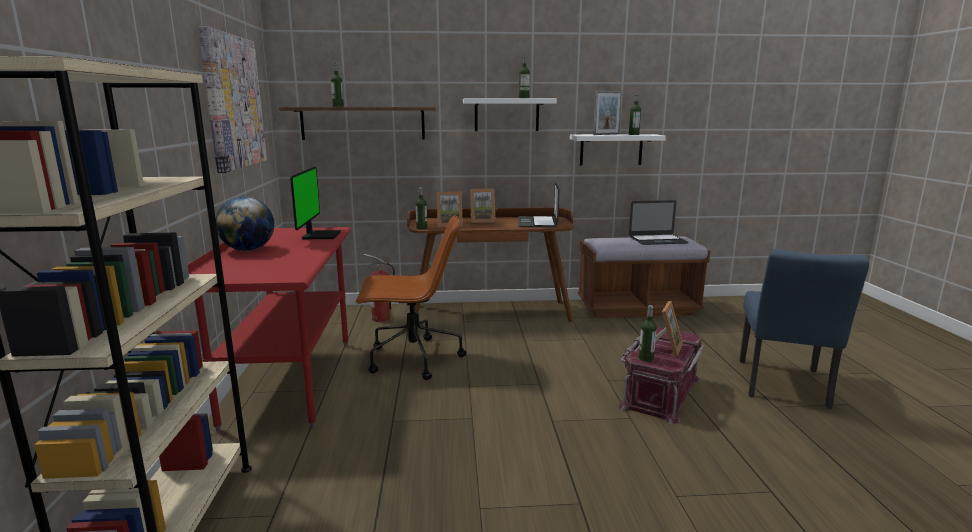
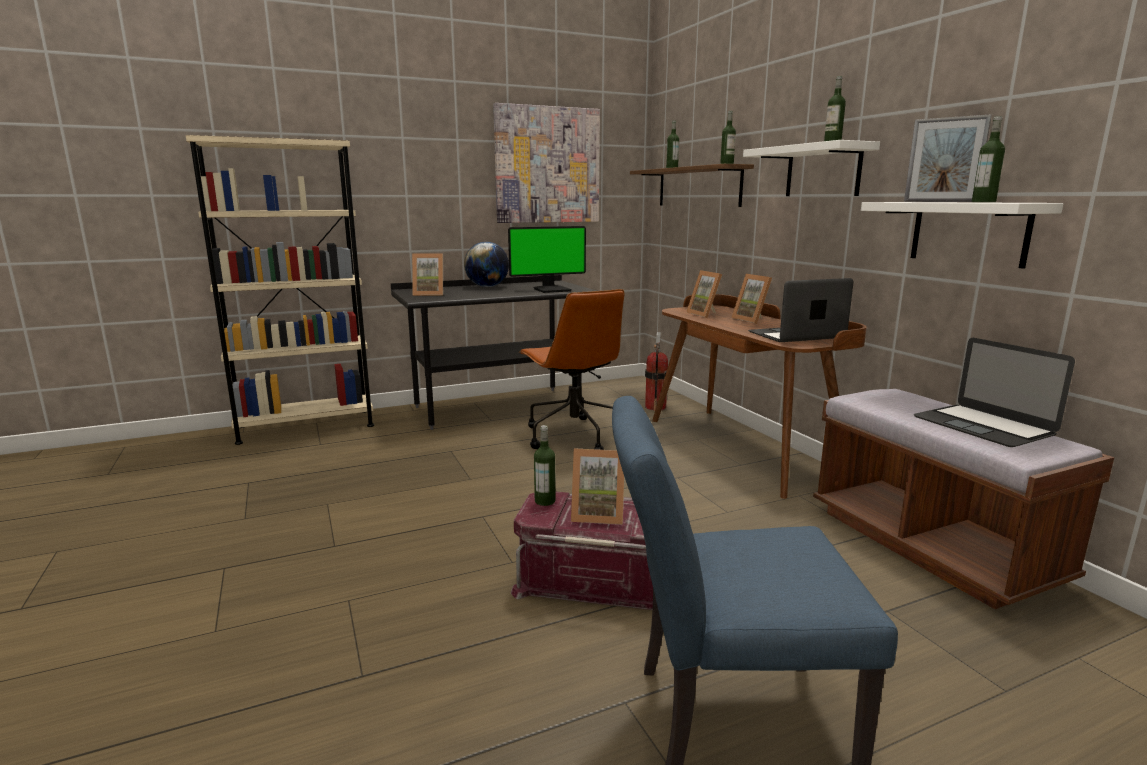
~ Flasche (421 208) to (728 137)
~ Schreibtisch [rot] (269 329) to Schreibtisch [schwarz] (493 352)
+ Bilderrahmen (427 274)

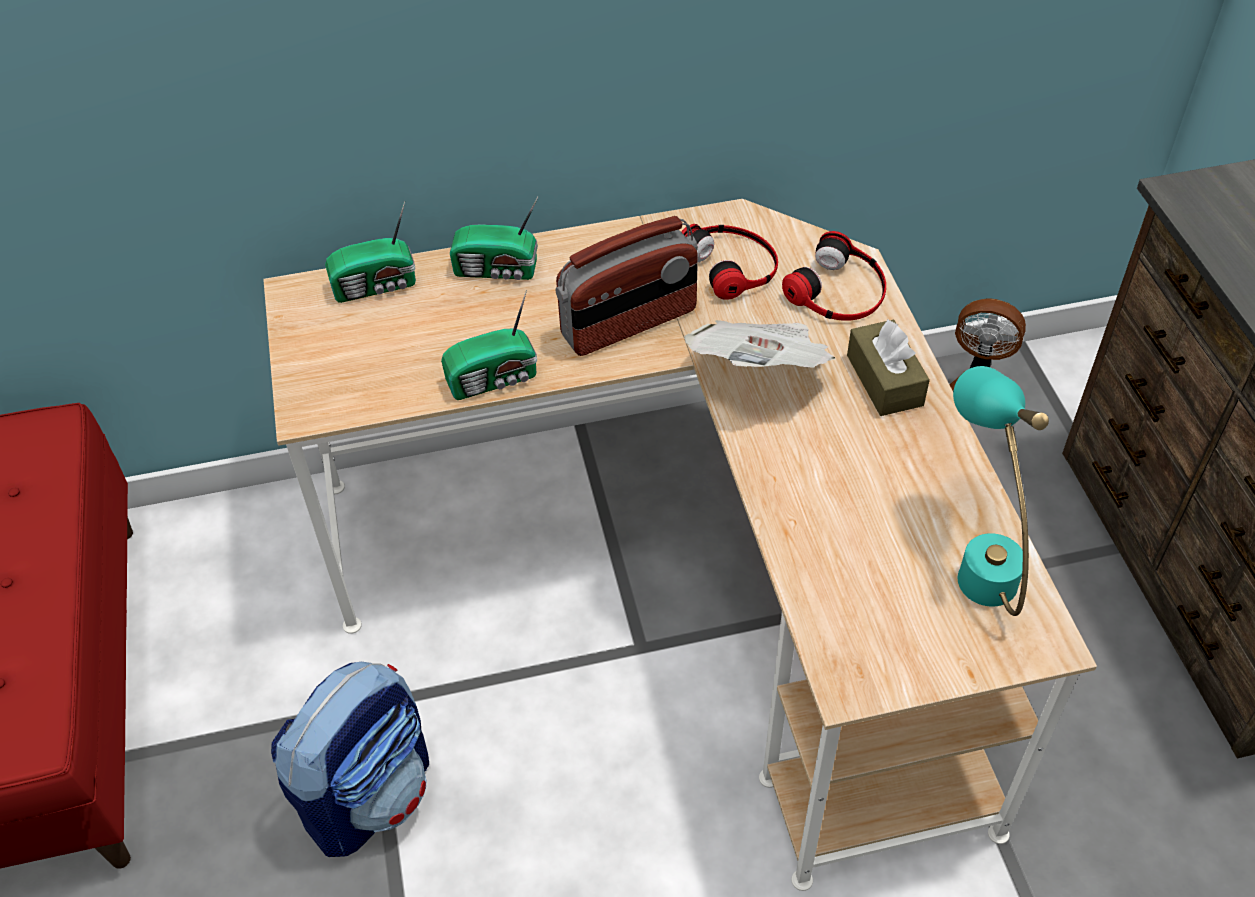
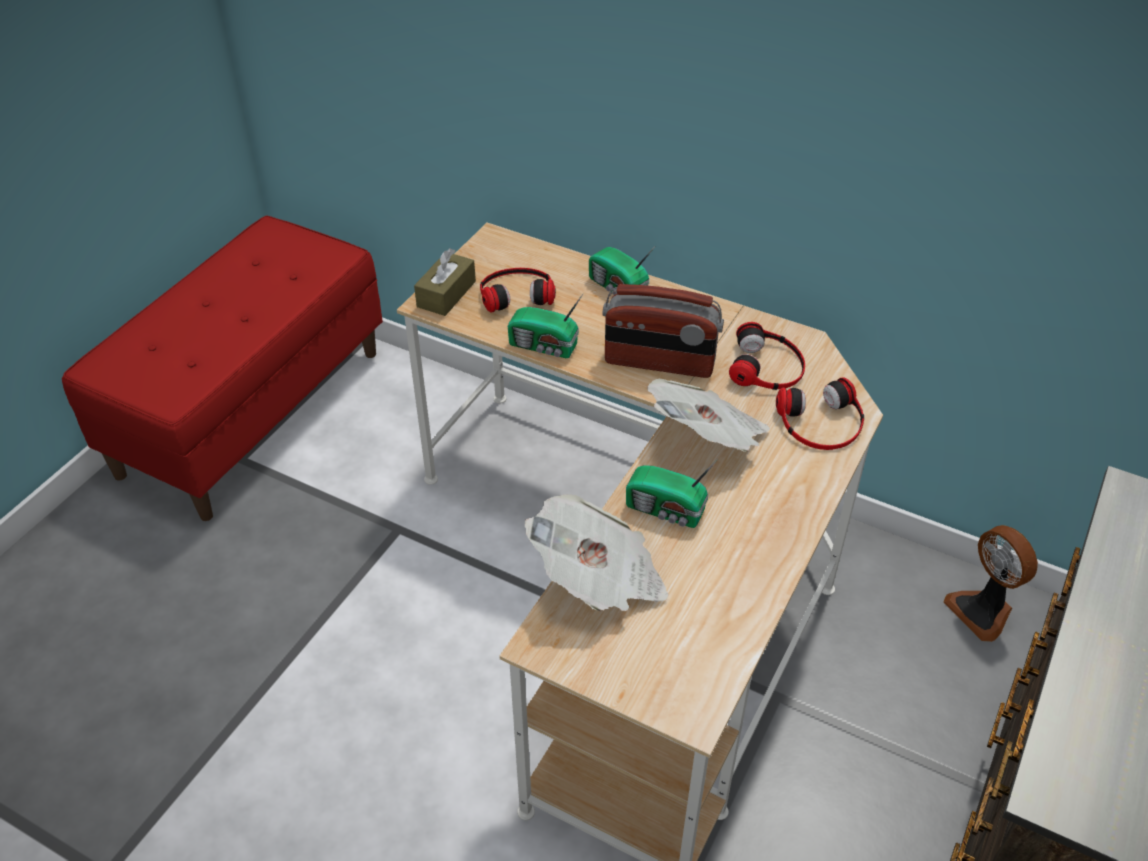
~ Radio (370 252) to (672 493)
~ Taschentuchbox [braun] (888 367) to (445 282)
- Tischlampe [türkis] (1001 491)
- Rucksack (350 759)
+ Kopfhörer (518 290)
+ Zeitung (597 552)

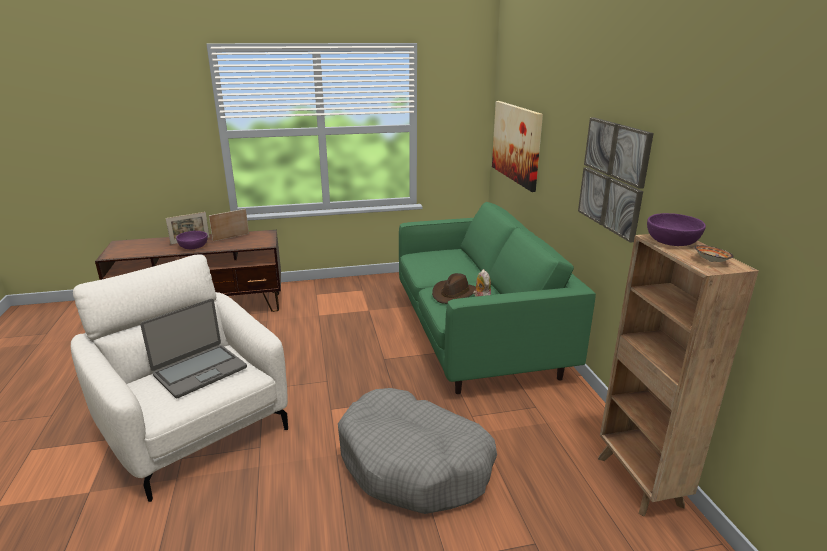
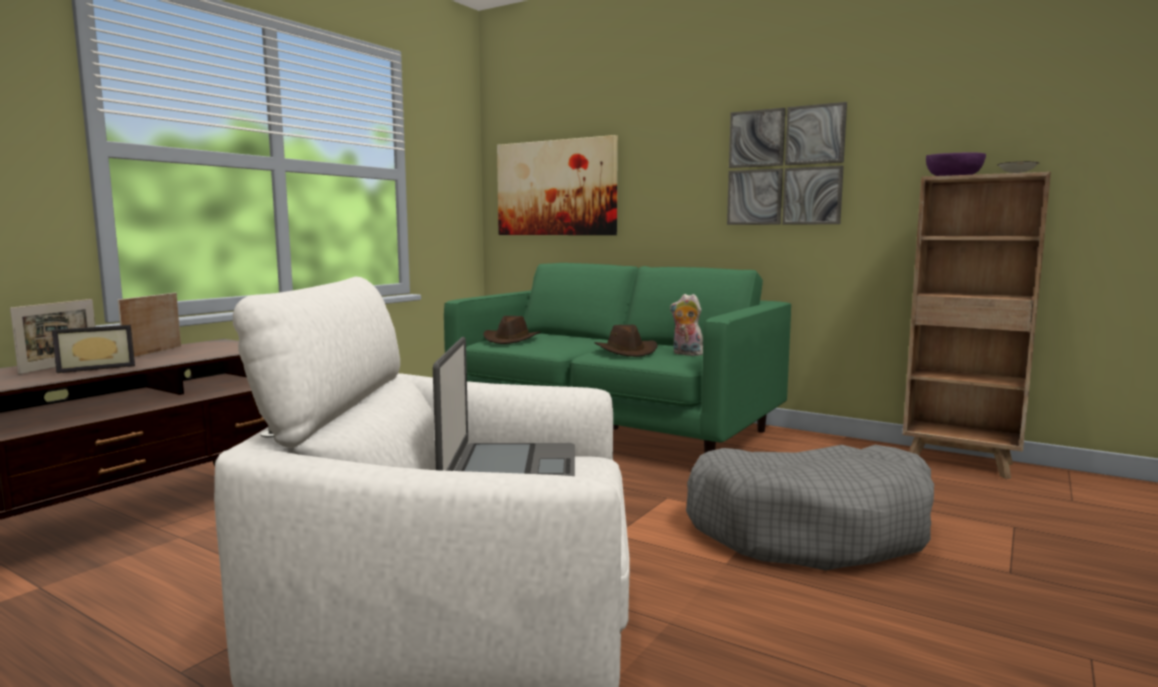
~ Schüssel [lila] (192 240) to Bilderrahmen (93 349)
+ Hut [braun] (511 330)

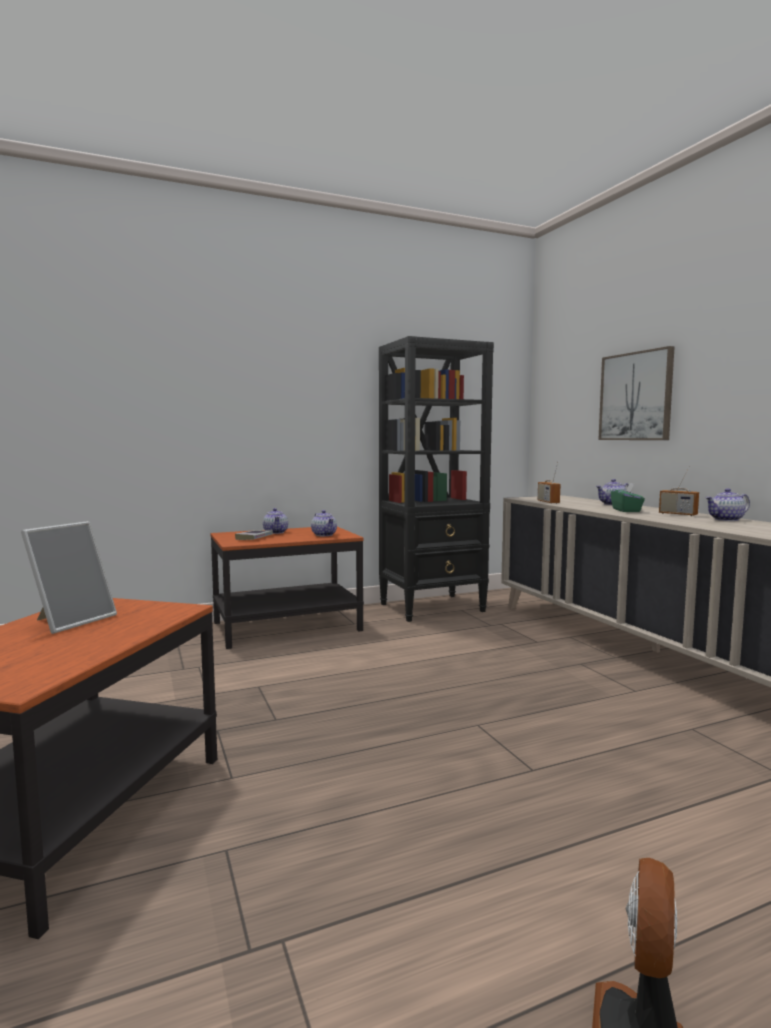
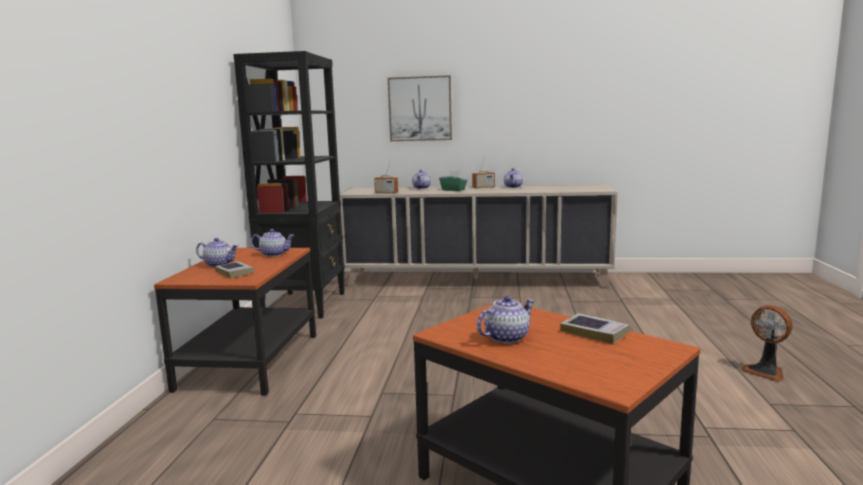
~ Bilderrahmen (69 577) to Teekanne (506 320)
+ Buch (595 328)

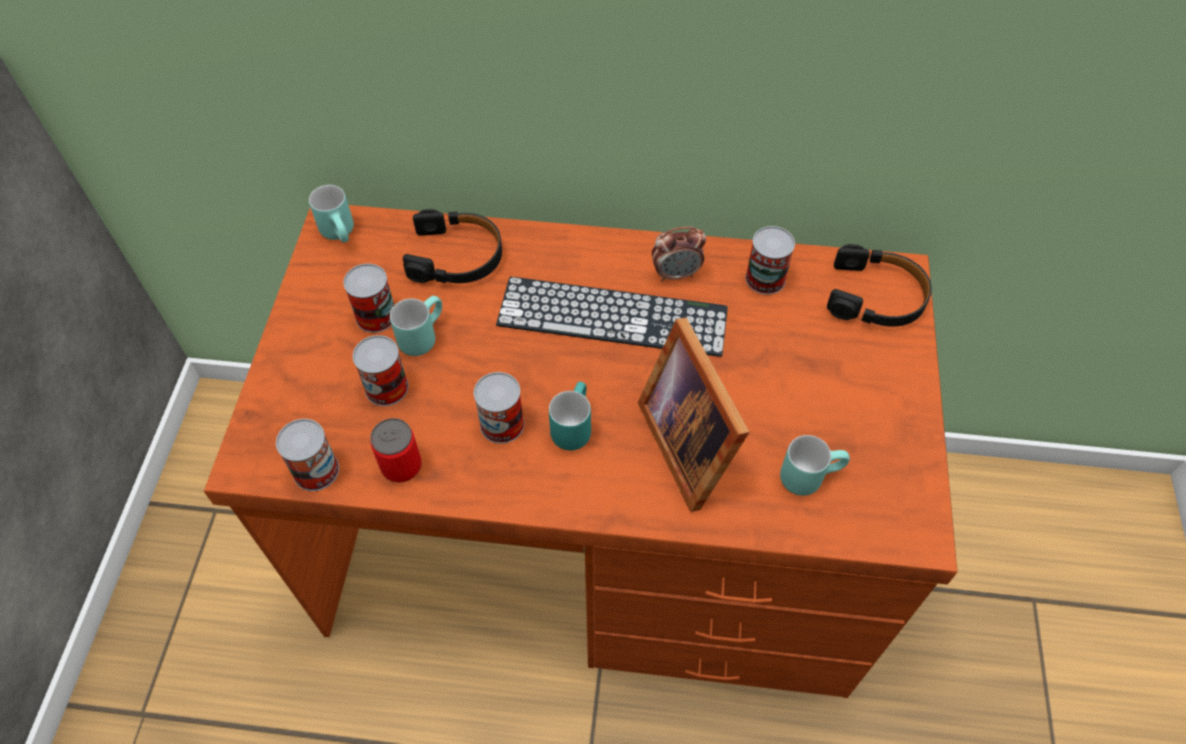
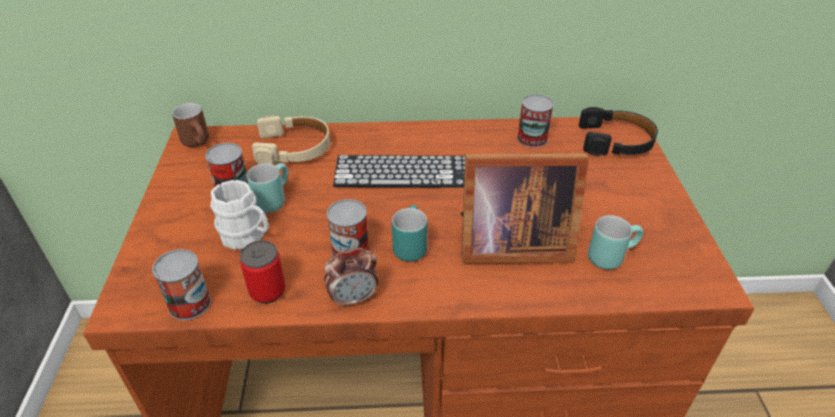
~ Henkelbecher [türkis] (331 213) to Henkelbecher [braun] (190 125)
~ Kopfhörer [schwarz] (452 246) to Kopfhörer [beige] (291 140)
~ Wecker (679 254) to (351 278)
~ Bilderrahmen (693 415) = (525 208) 60 degrees counterclockwise
~ Dose (380 370) to Henkelbecher [weiß] (240 215)

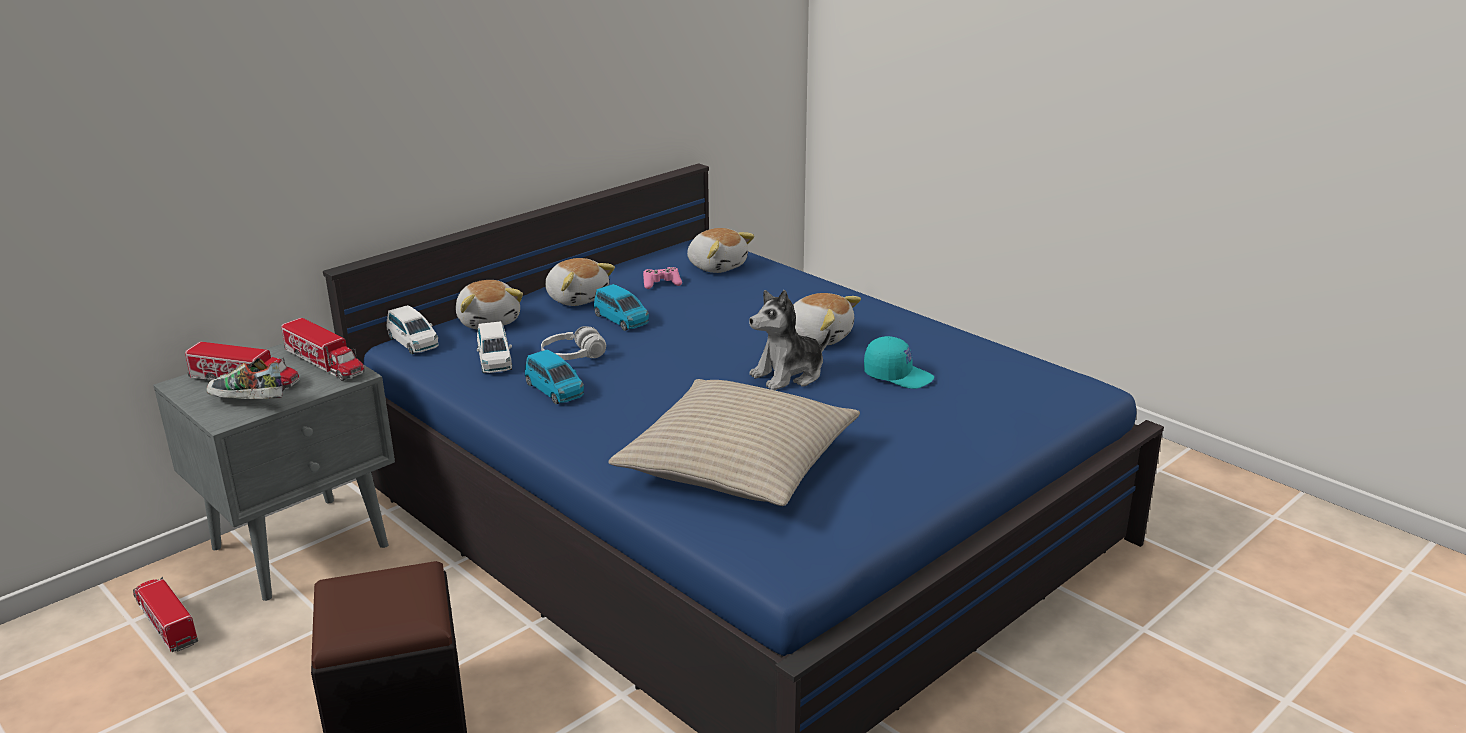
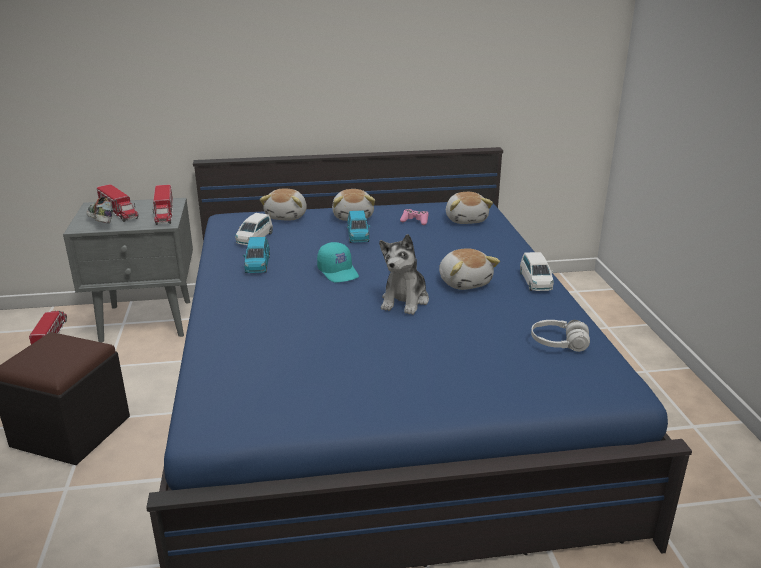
~ Plüschtier (790 340) = (404 274) 75 degrees counterclockwise
~ Spielzeugauto [weiß] (413 330) to (537 271)
~ Kopfhörer [weiß] (573 343) to (560 336)
~ Kappe [türkis] (899 362) to (338 262)
- Kissen [beige] (734 442)

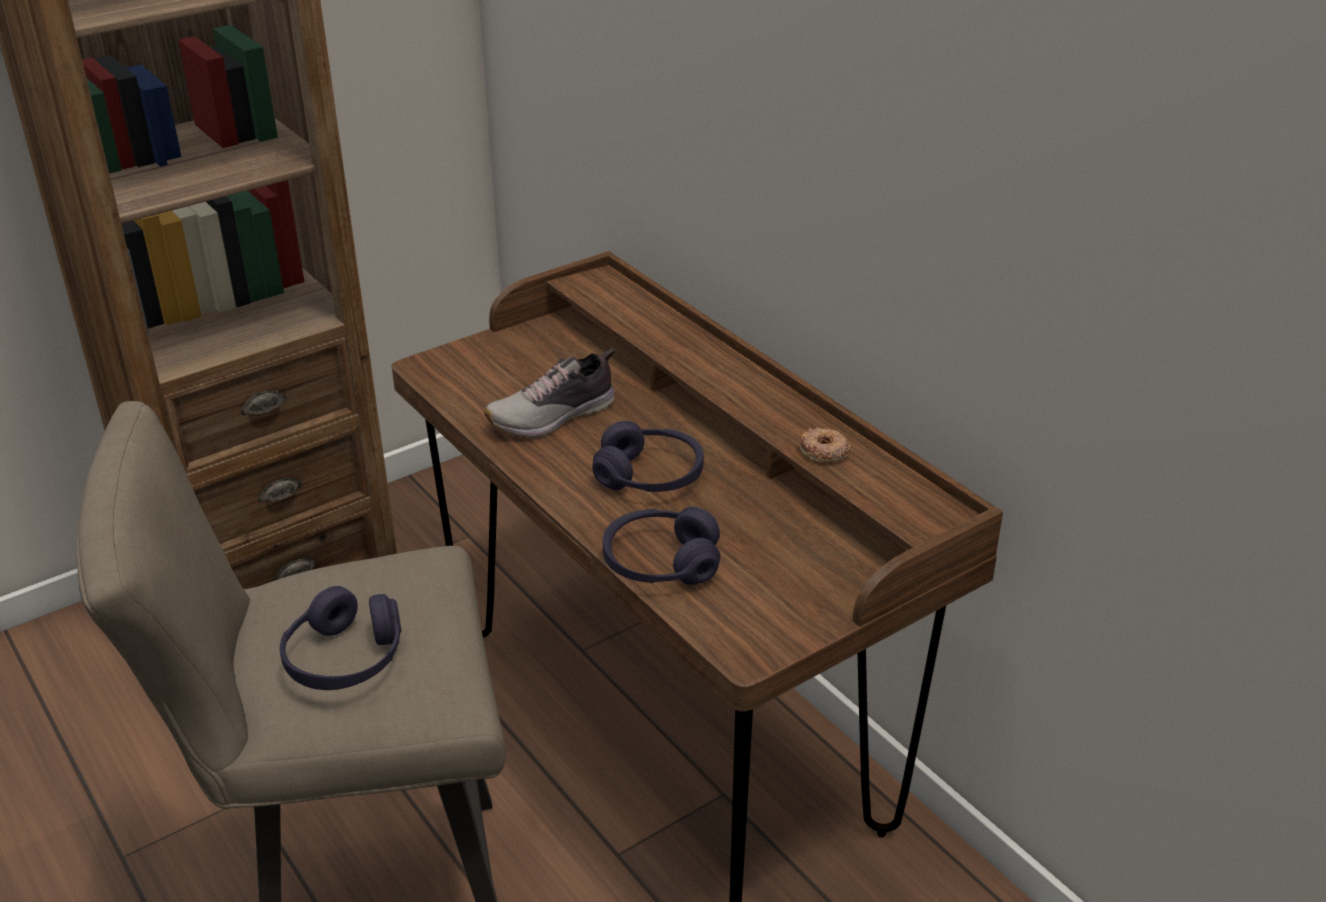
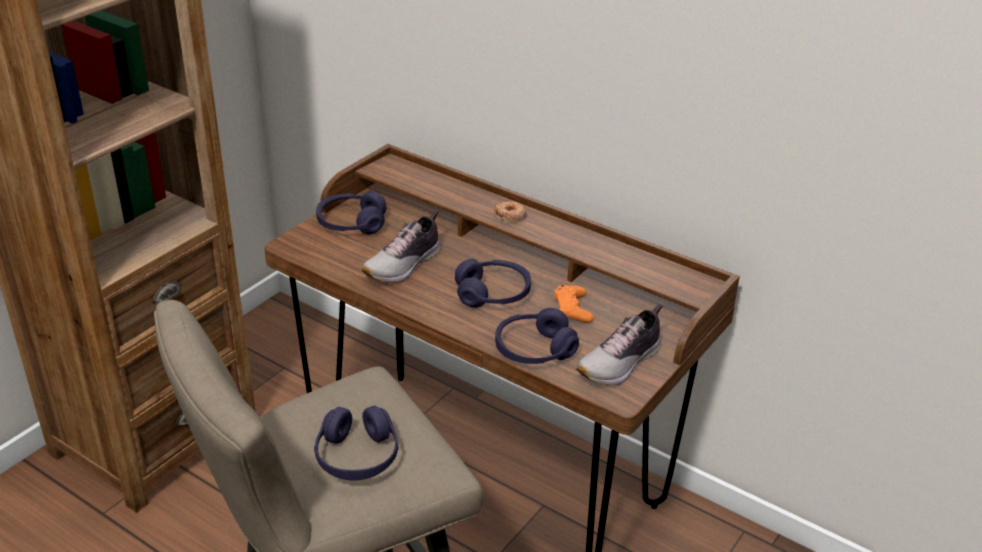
~ Donut (825 445) to (510 211)
+ Kopfhörer [lila] (351 212)
+ Gamepad [orange] (574 304)
+ Schuh (619 345)

